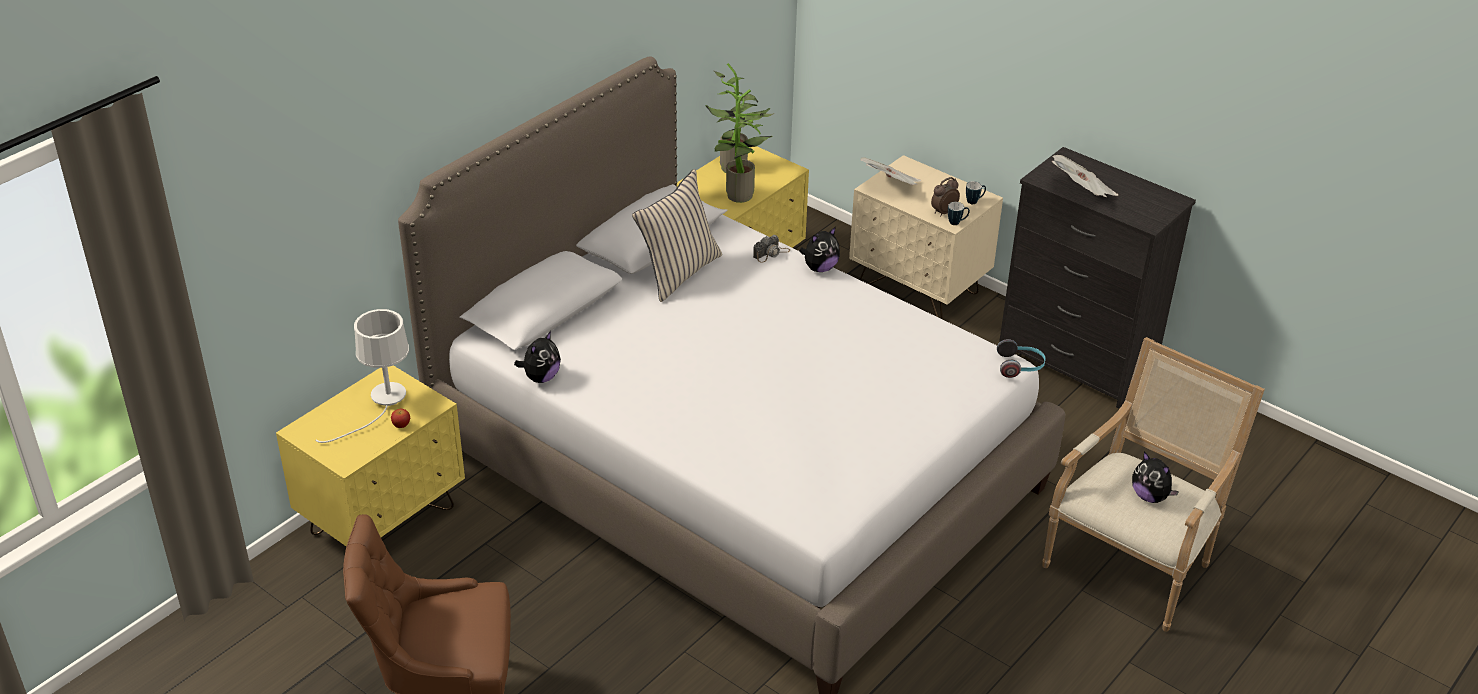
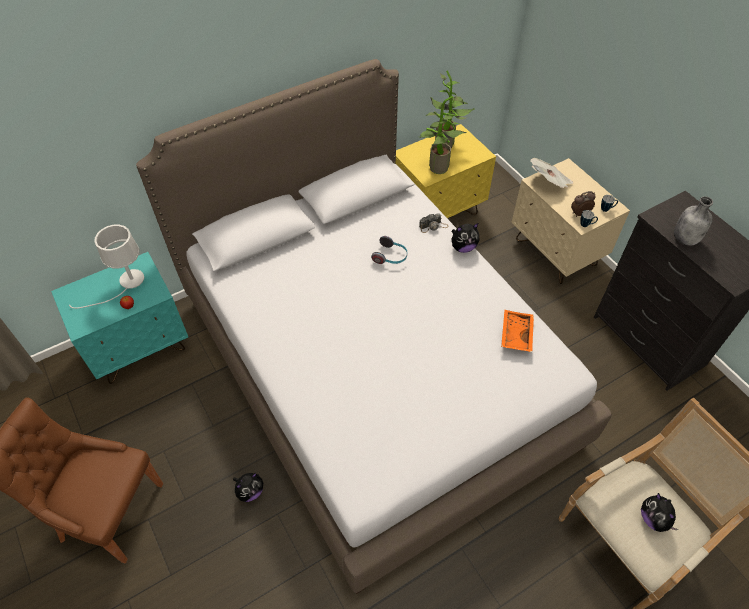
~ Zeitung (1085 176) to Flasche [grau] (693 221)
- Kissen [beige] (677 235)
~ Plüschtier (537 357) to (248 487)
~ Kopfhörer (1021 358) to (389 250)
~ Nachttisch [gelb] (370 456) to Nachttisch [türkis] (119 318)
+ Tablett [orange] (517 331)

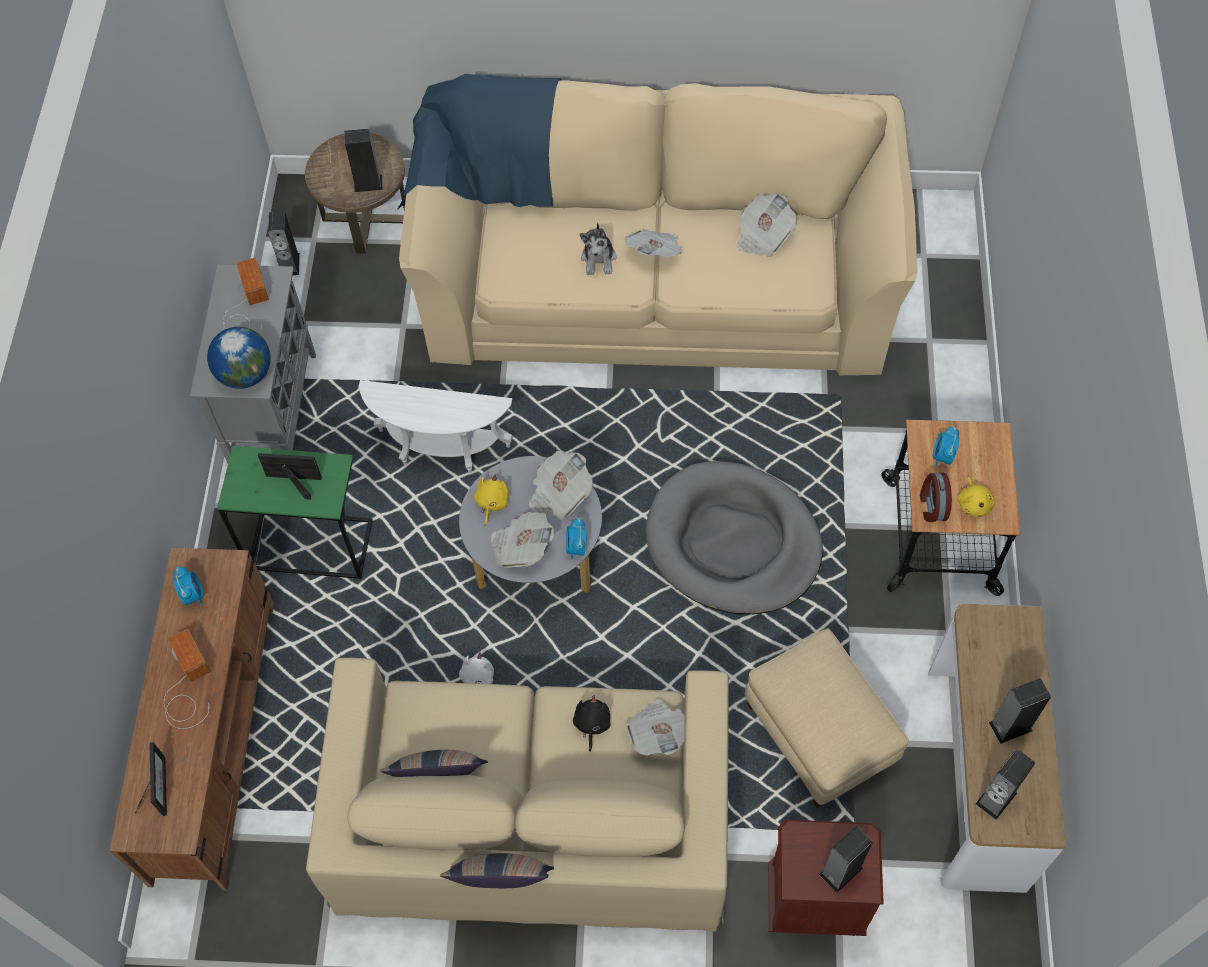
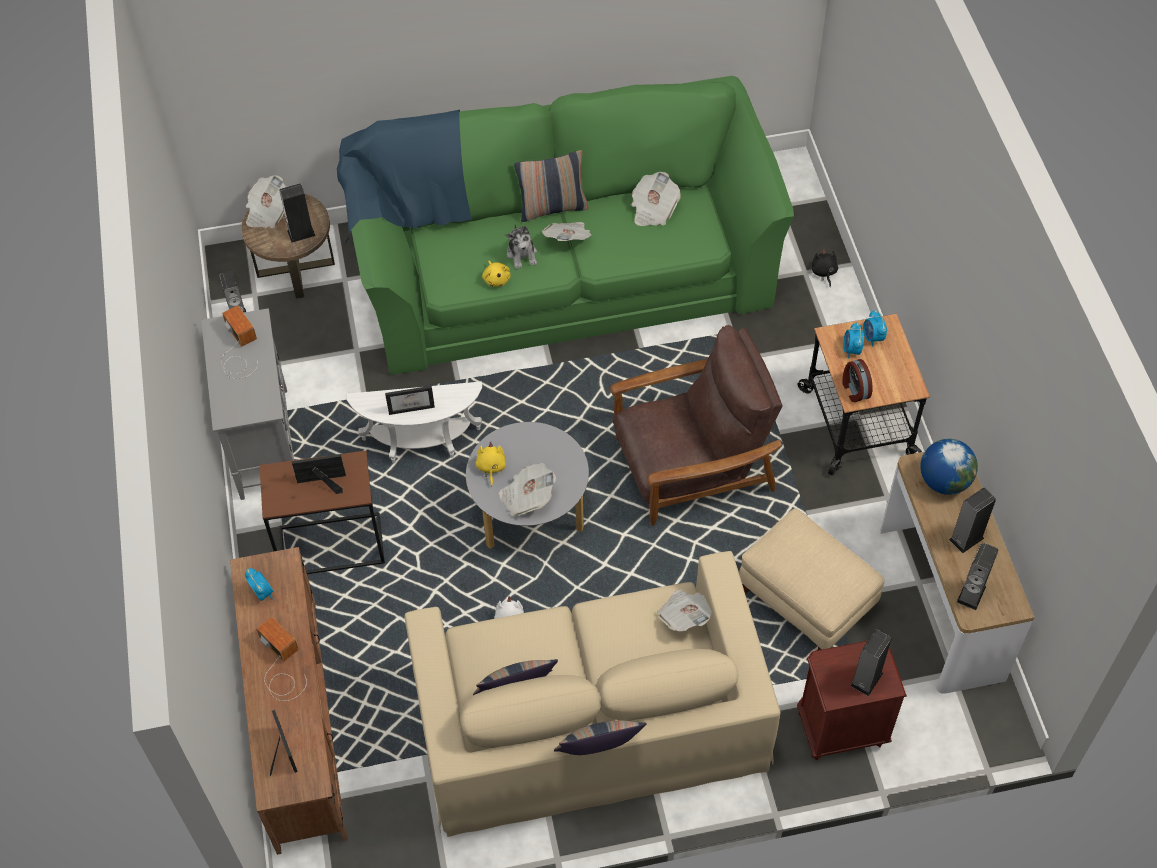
~ Sofa [beige] (657 224) to Sofa [grün] (565 225)
~ Globus (239 358) to (949 467)
~ Beistelltisch [grün] (295 512) to Beistelltisch [braun] (322 512)
~ Zeitung (561 485) to (266 201)
~ Hundebett [grau] (734 538) to Sessel [braun] (696 425)
~ Plüschtier [gelb] (976 497) to (496 273)
~ Wecker (576 538) to (875 328)
~ Plüschtier [schwarz] (592 723) to (825 268)
+ Kissen (551 186)
+ Bilderrahmen (410 400)

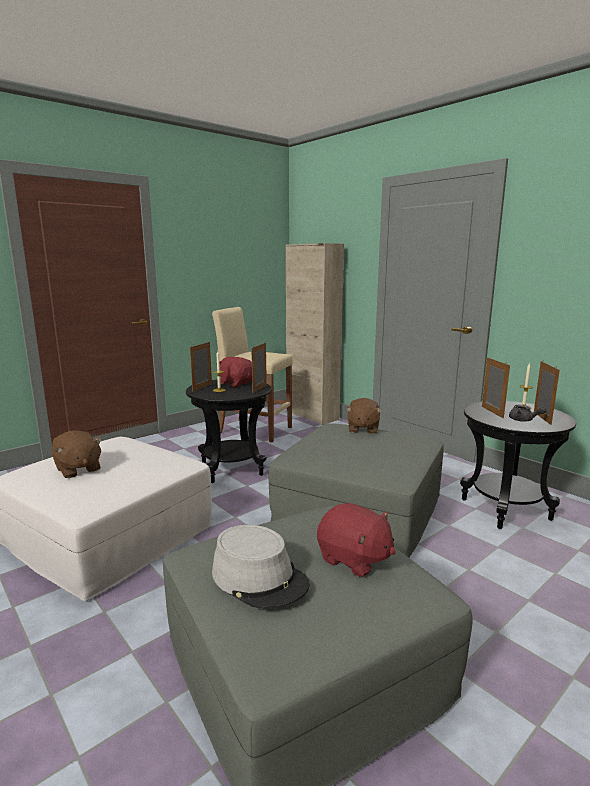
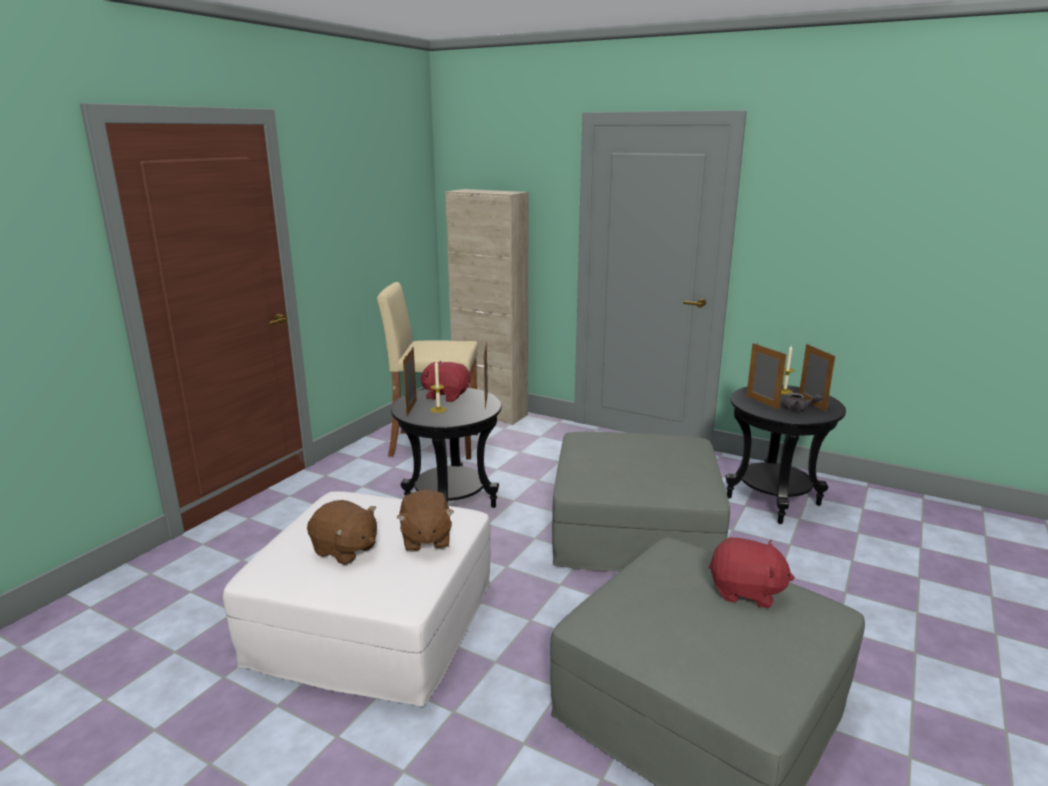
~ Plüschtier [braun] (364 416) to (425 521)
- Hut [grau] (261 567)

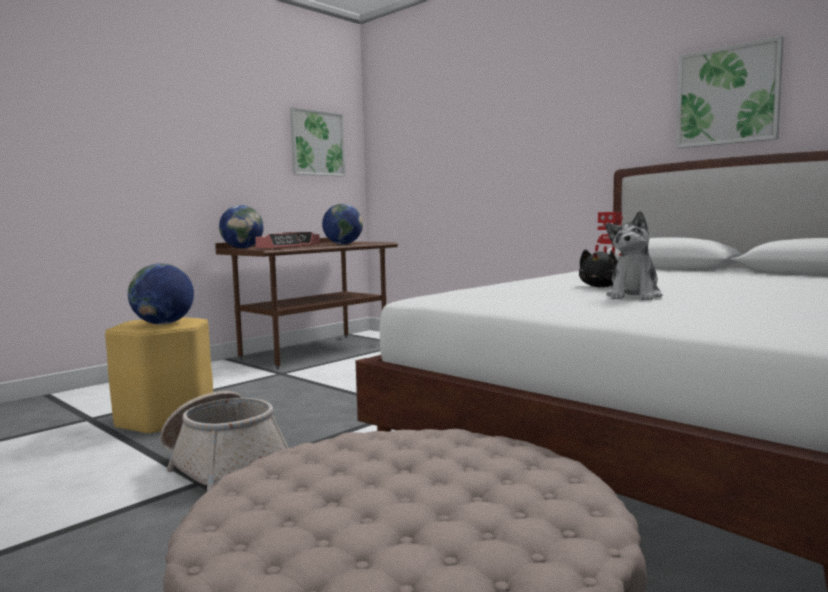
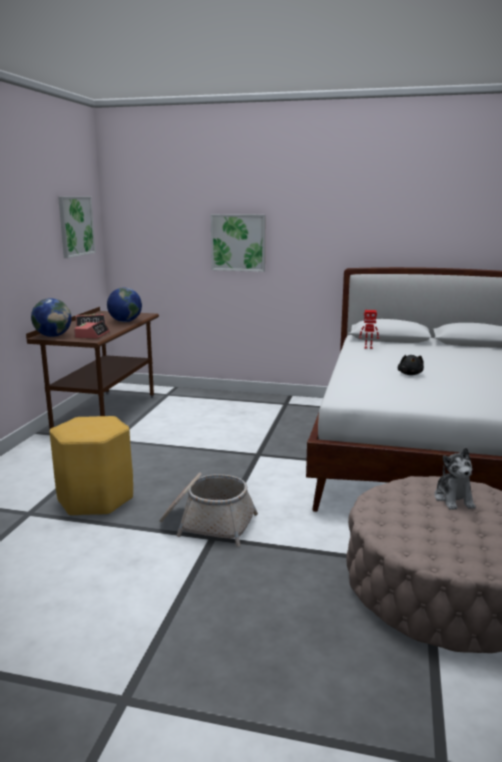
~ Bild (730 92) to (238 243)
~ Plüschtier (634 255) to (455 478)
- Globus (161 294)

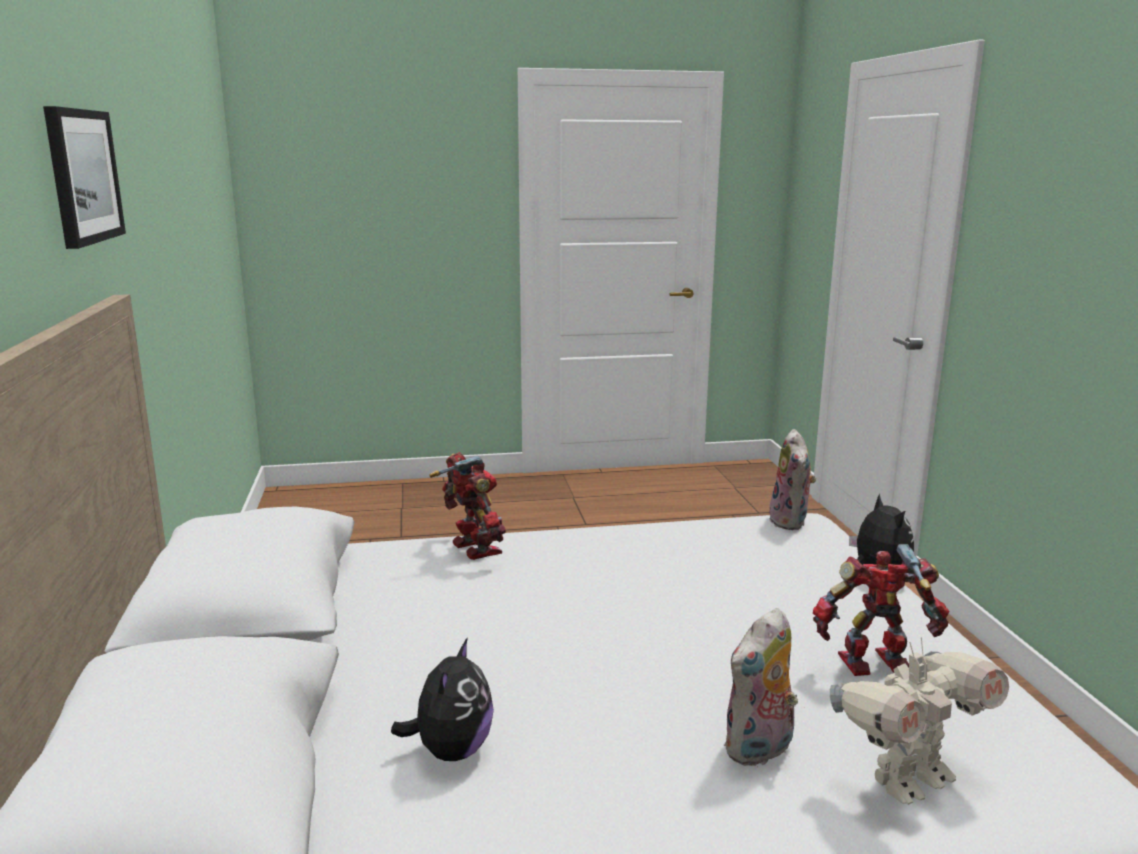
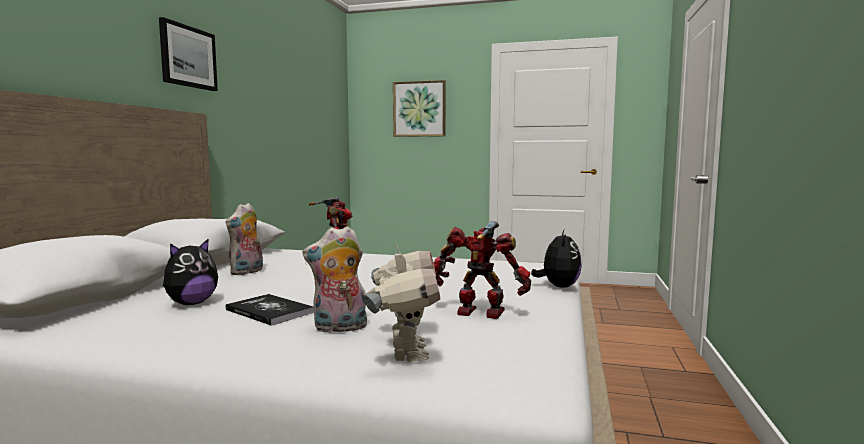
~ Plüschtier (792 479) to (244 239)
~ Spielzeugroboter (919 721) = (401 302) 90 degrees counterclockwise
+ Bild (419 108)
+ Buch (270 310)

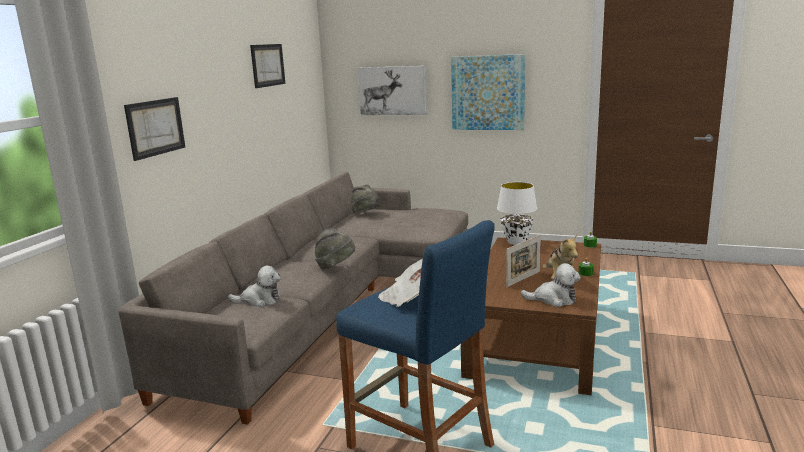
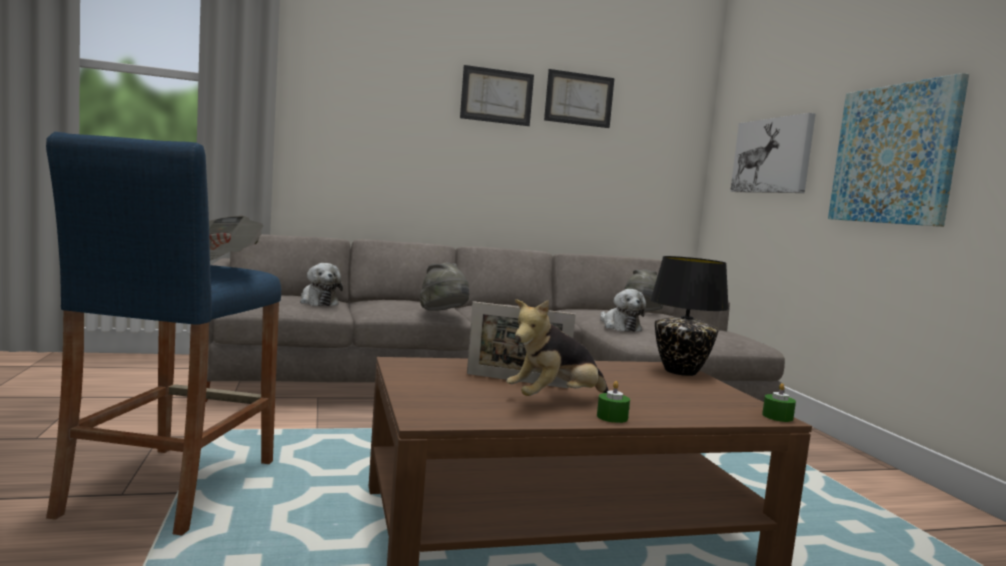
~ Bild (154 129) to (497 95)
~ Tischlampe [weiß] (517 213) to Tischlampe [schwarz] (689 316)
~ Plüschtier (551 285) to (623 310)

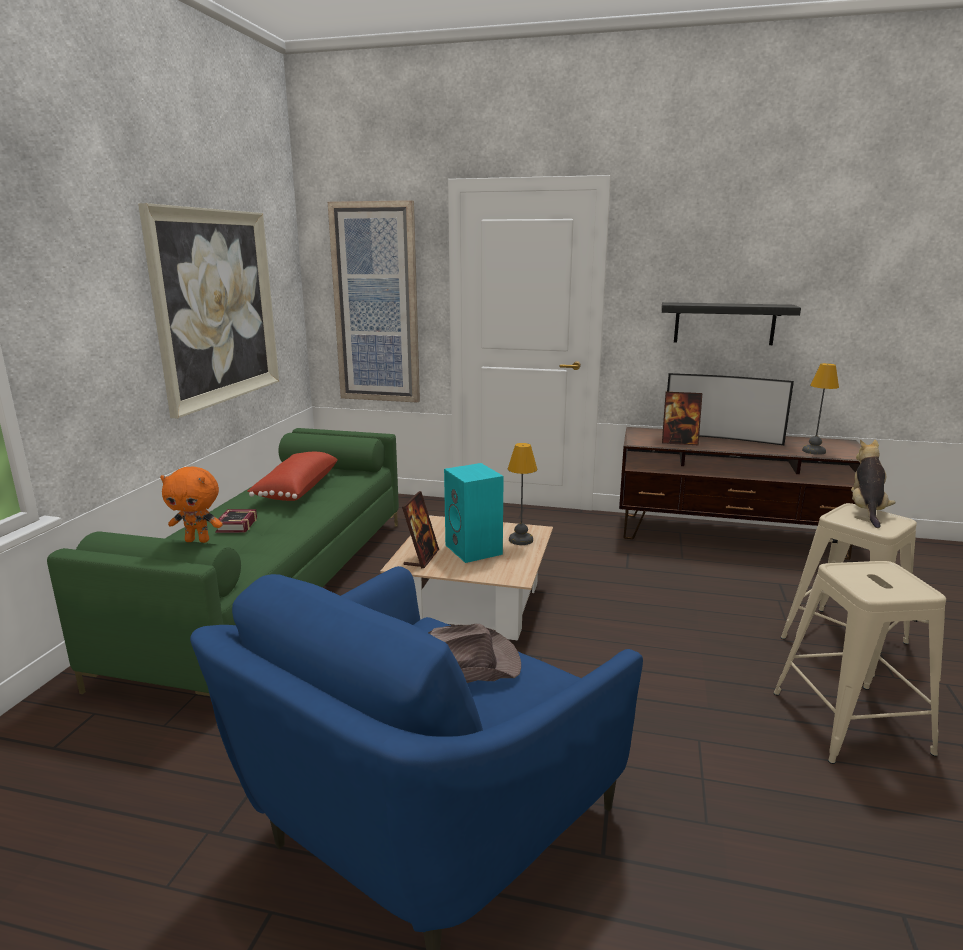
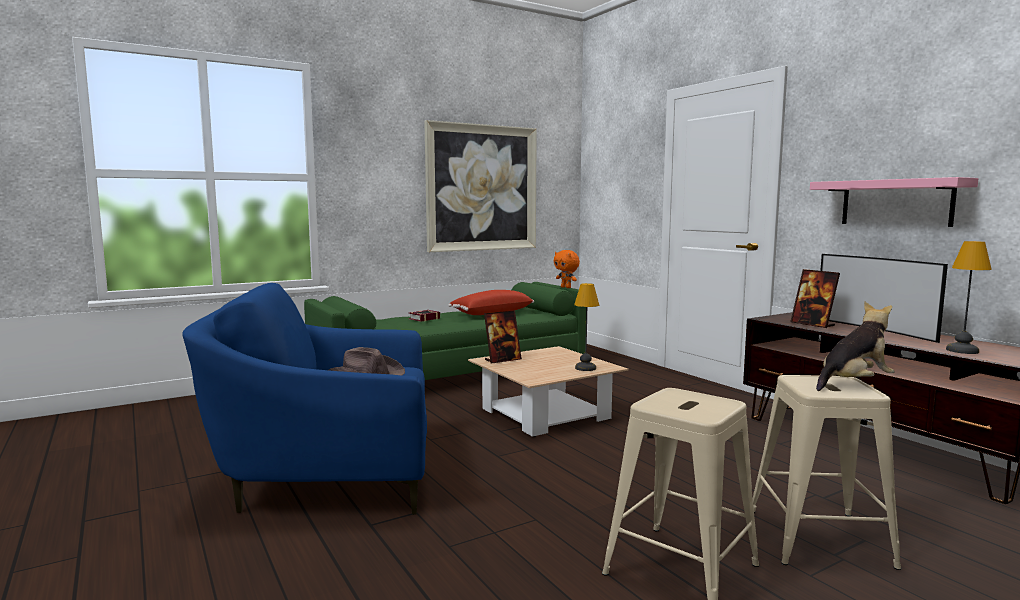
- Bild (374 301)
~ Wandregal [schwarz] (731 323) to Wandregal [rosa] (894 202)
- Lautsprecher [türkis] (474 513)
~ Plüschtier [orange] (191 504) to (567 269)

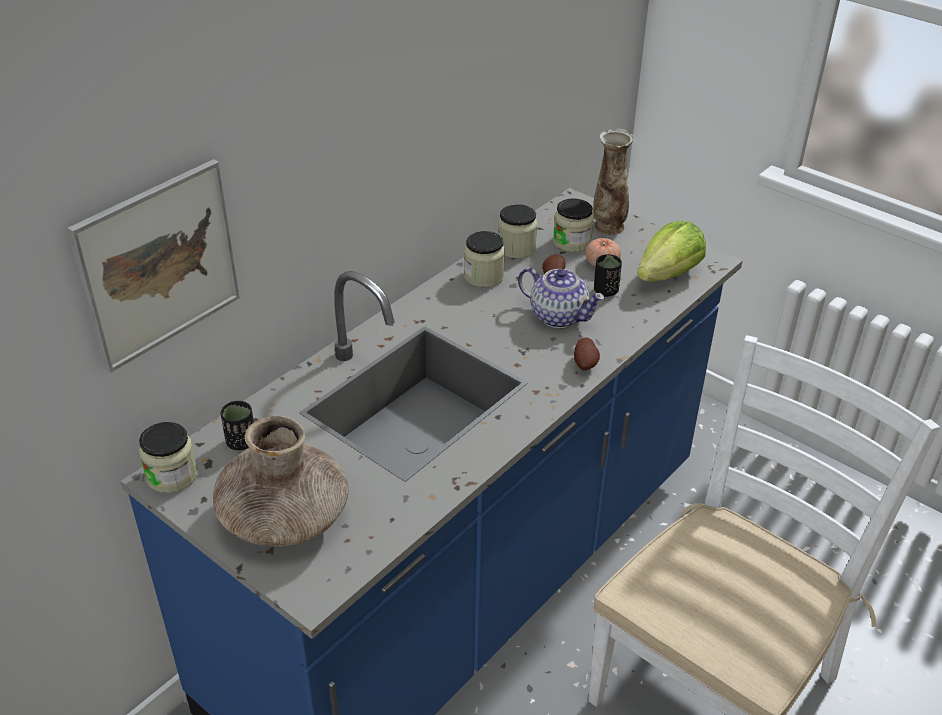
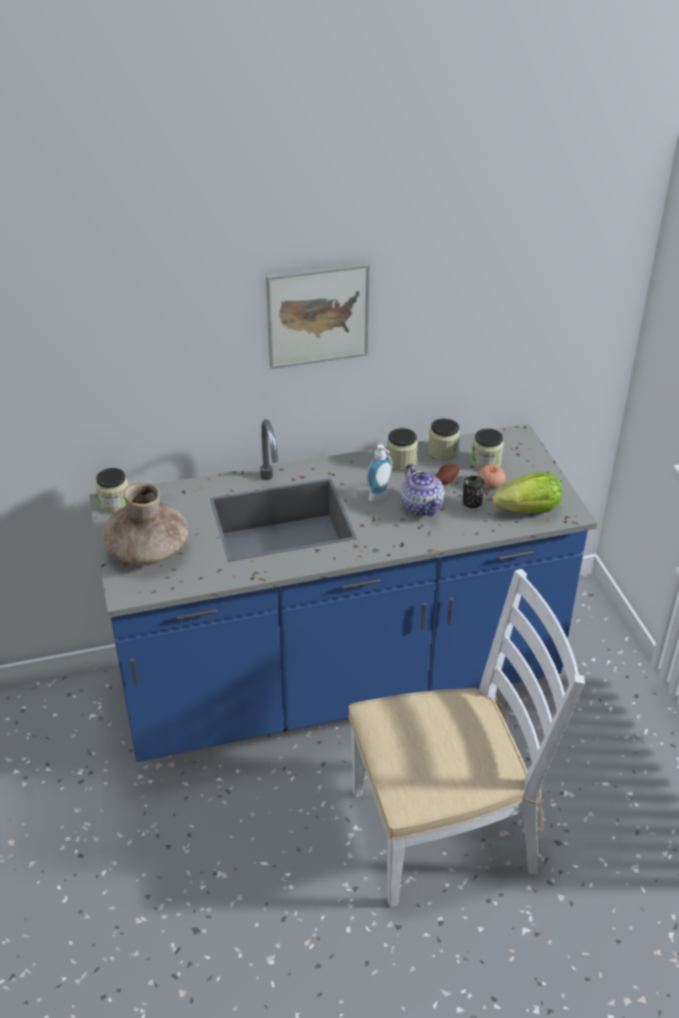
- Vase (613 182)
~ Bild (153 266) to (318 316)
- Kartoffel (587 354)
- Tasse [schwarz] (237 425)
+ Seifenspender (379 473)

